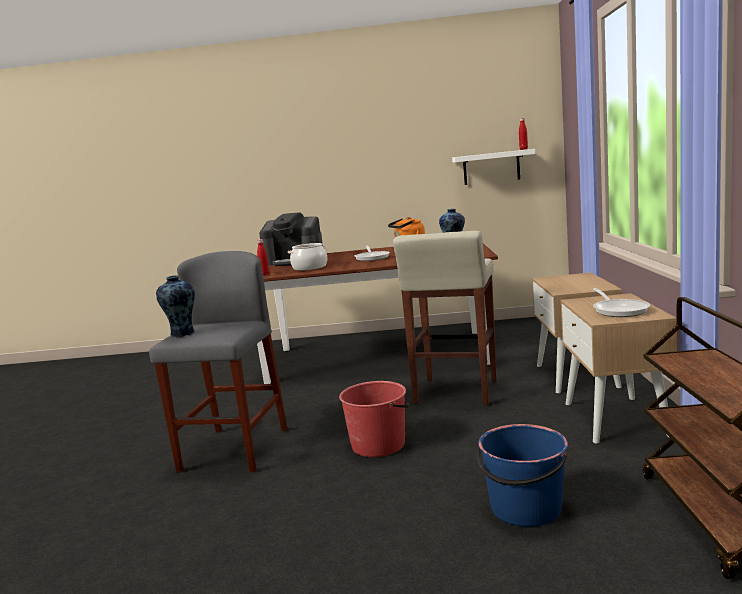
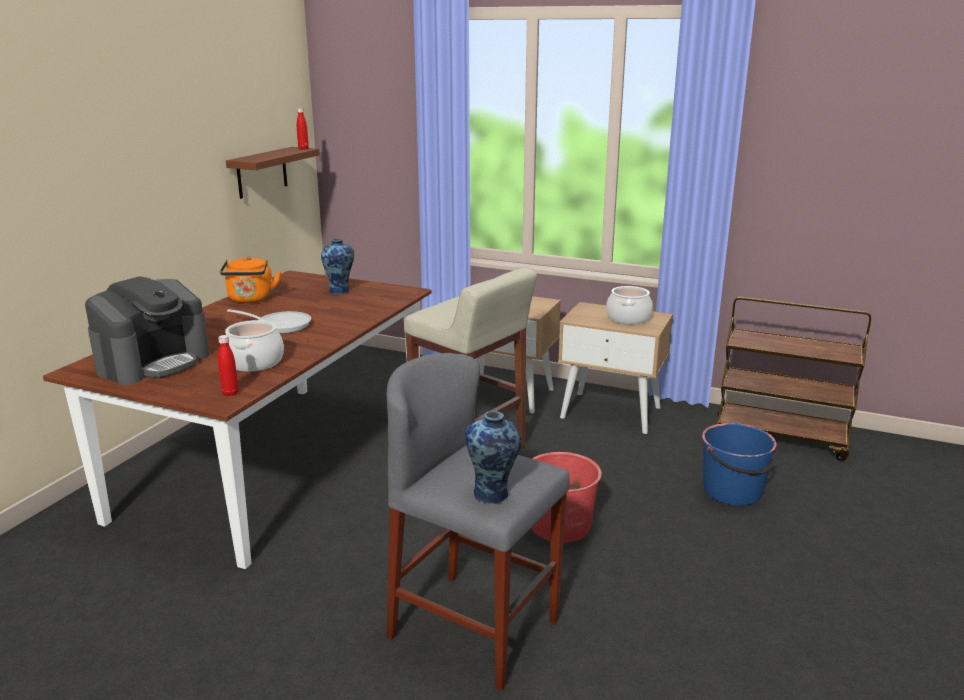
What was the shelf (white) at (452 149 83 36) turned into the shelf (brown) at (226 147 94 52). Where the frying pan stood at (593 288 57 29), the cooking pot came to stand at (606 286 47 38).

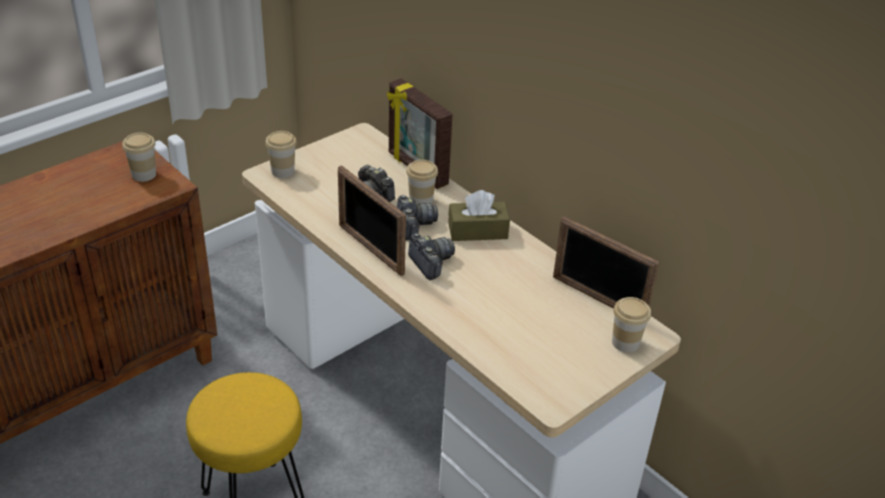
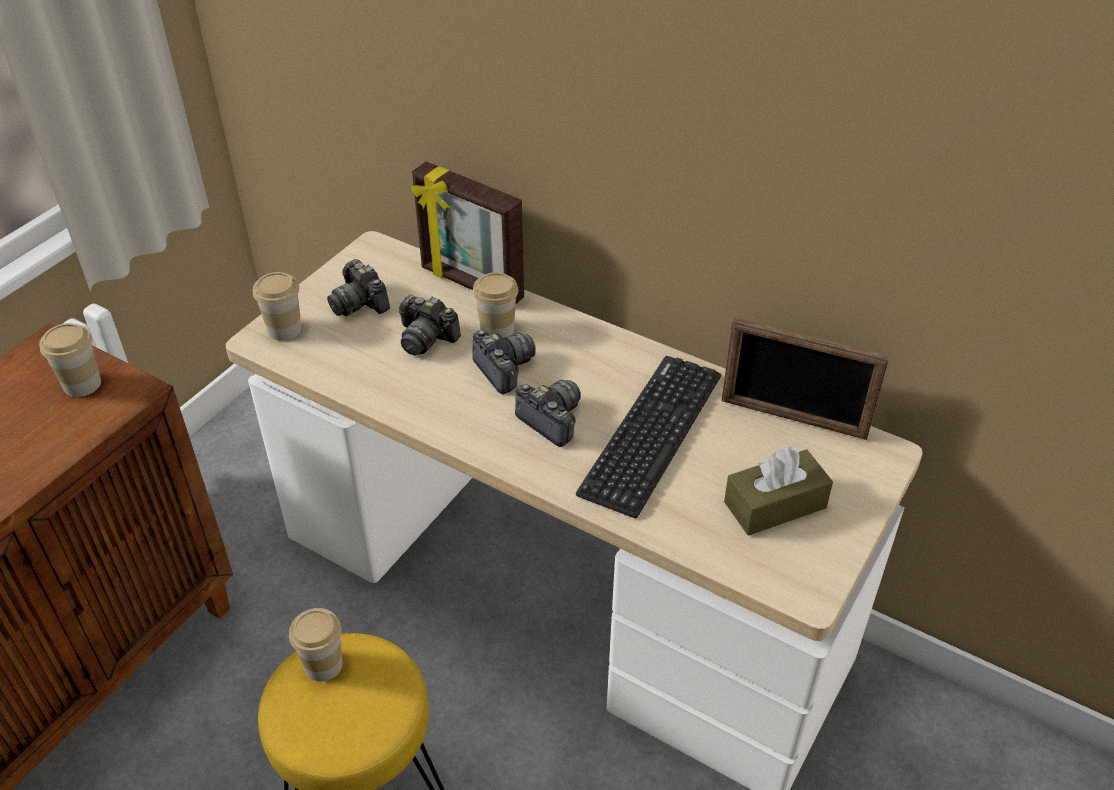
The second view lost the picture frame at (338 165 68 111). The tissue box (brown) ended up elsewhere, having gone from (448 190 62 51) to (724 446 109 89). The cup ended up elsewhere, having gone from (612 297 39 56) to (289 608 54 74). The second view gained the photo camera at (327 259 63 57). The second view gained the keyboard at (576 356 145 162).

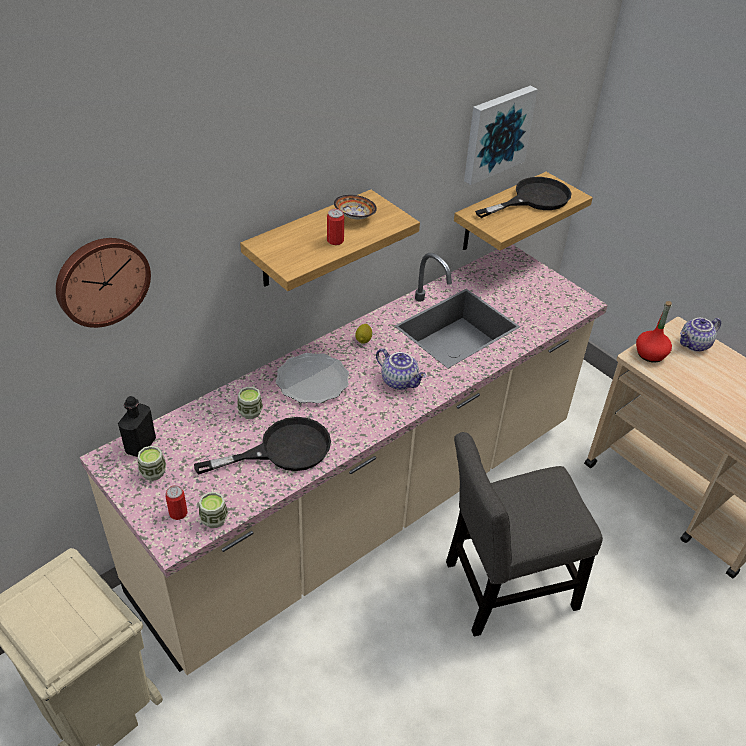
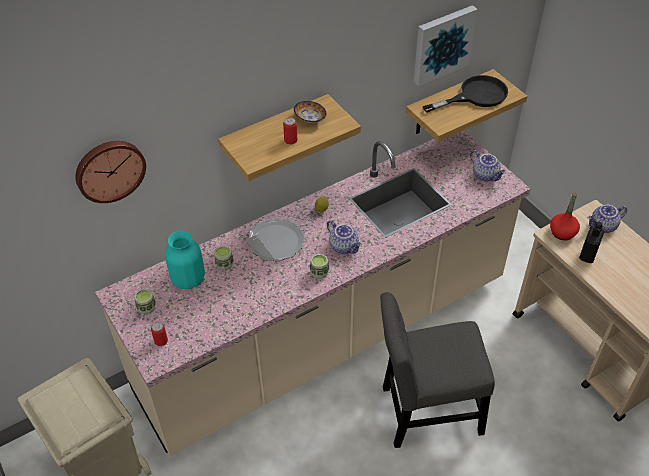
The bottle (black) ended up elsewhere, having gone from (118 396 38 61) to (579 221 26 42). The second view lost the frying pan (black) at (194 417 137 57). The cup ended up elsewhere, having gone from (199 492 29 36) to (310 254 20 25). The second view gained the vase (turquoise) at (165 231 40 58). The second view gained the teapot at (470 150 36 32).

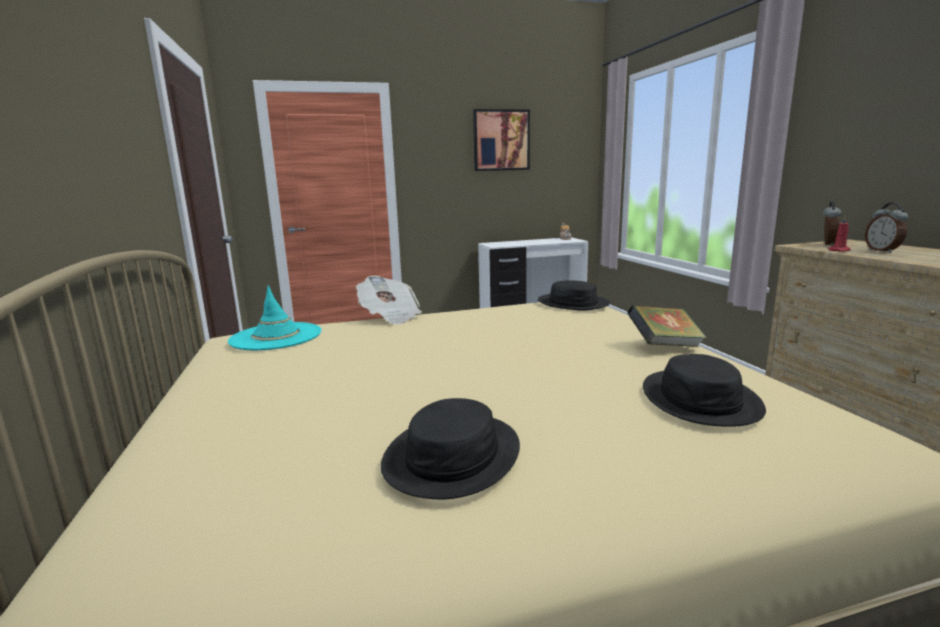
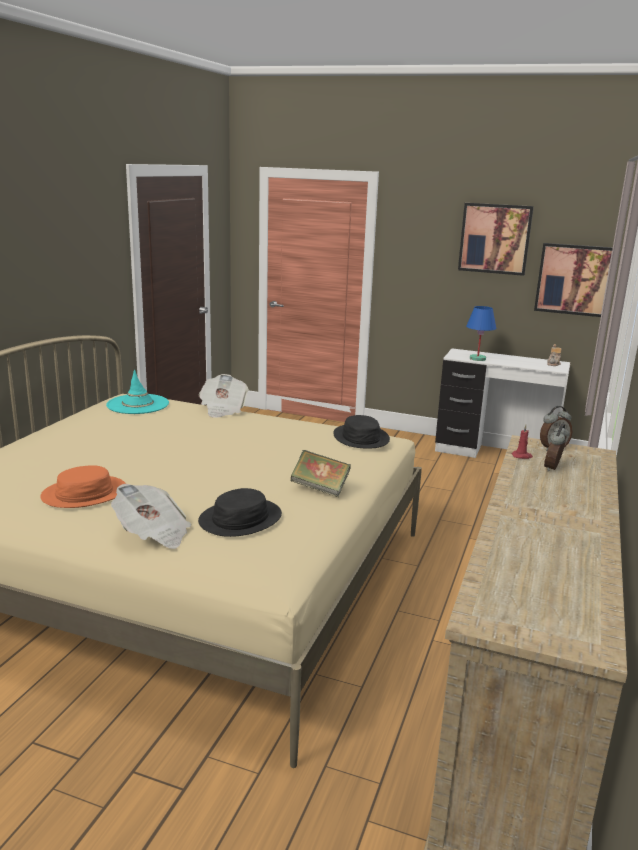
What was the hat (black) at (381 398 139 101) turned into the hat (orange) at (40 465 86 43). The second view gained the newspaper at (111 484 80 65). The second view gained the table lamp (blue) at (466 306 30 55). The second view gained the picture at (534 243 79 74).

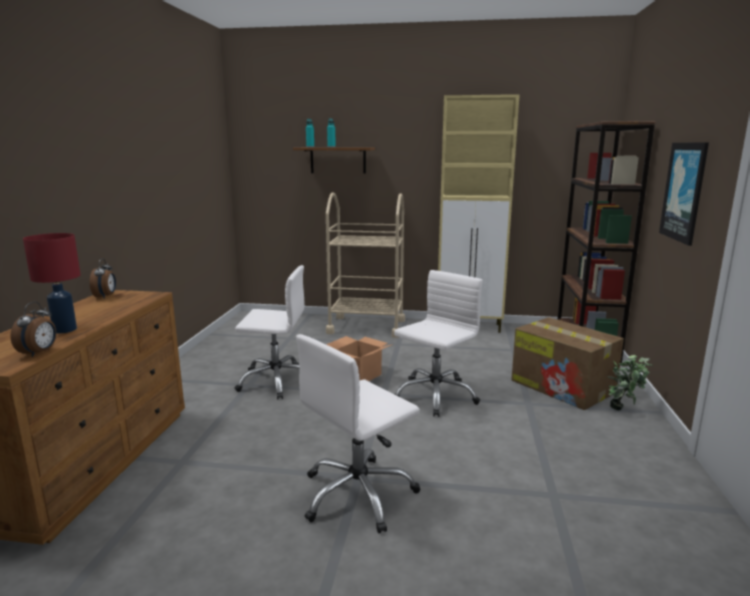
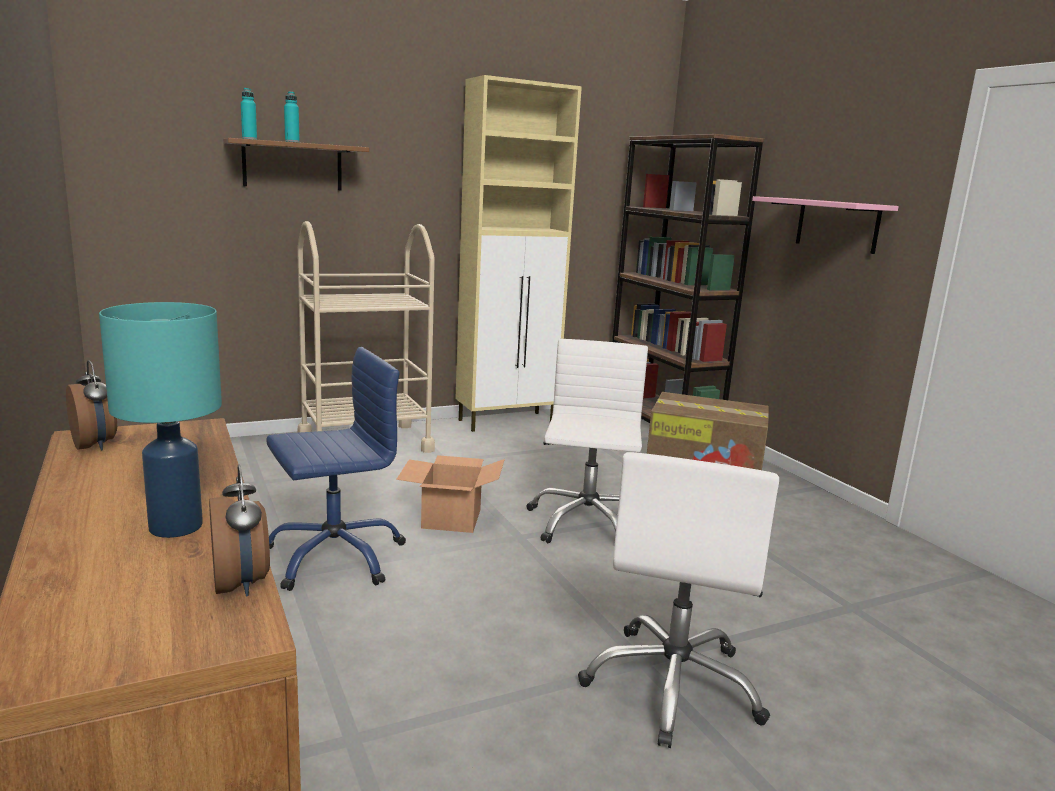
What was the table lamp (red) at (23 233 58 100) turned into the table lamp (turquoise) at (99 302 123 236). What was the office chair (white) at (235 265 69 135) turned into the office chair (blue) at (266 347 140 244). The second view lost the potted plant at (607 355 46 56). Where the picture hung at (659 142 50 104), the shelf (pink) came to hang at (752 196 147 58).

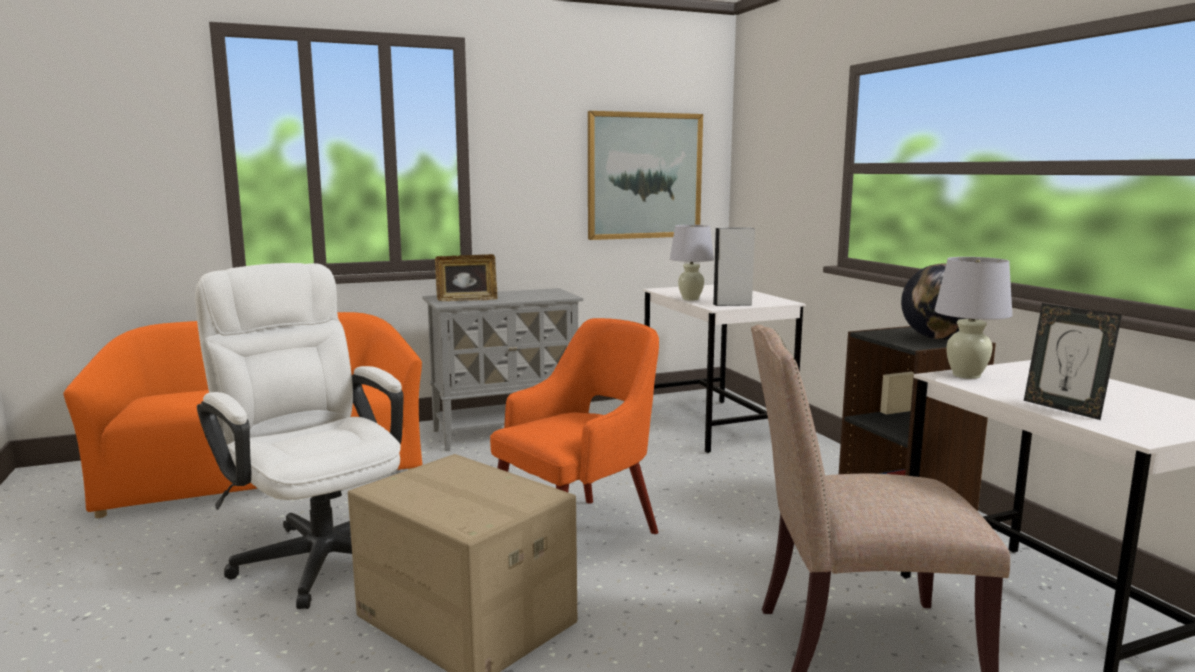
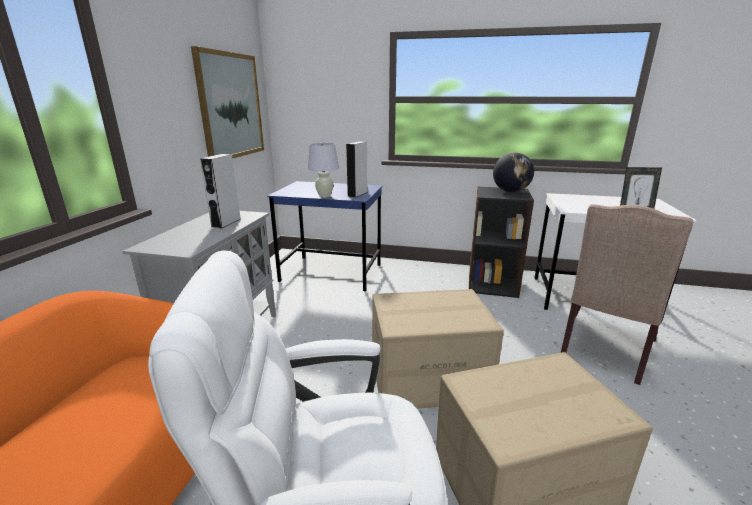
The second view lost the picture frame at (435 254 63 47). Where the armchair (orange) stood at (490 318 169 216), the cardboard box came to stand at (372 289 132 120). What was the desk (white) at (643 285 163 168) turned into the desk (blue) at (267 181 115 110). The second view lost the table lamp (white) at (934 257 79 122). The second view gained the speaker (grey) at (200 154 41 74).

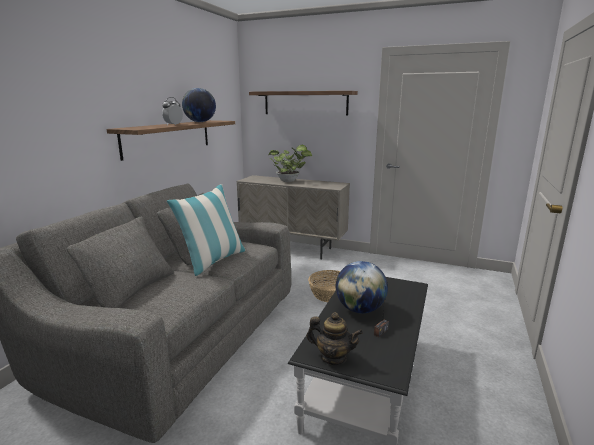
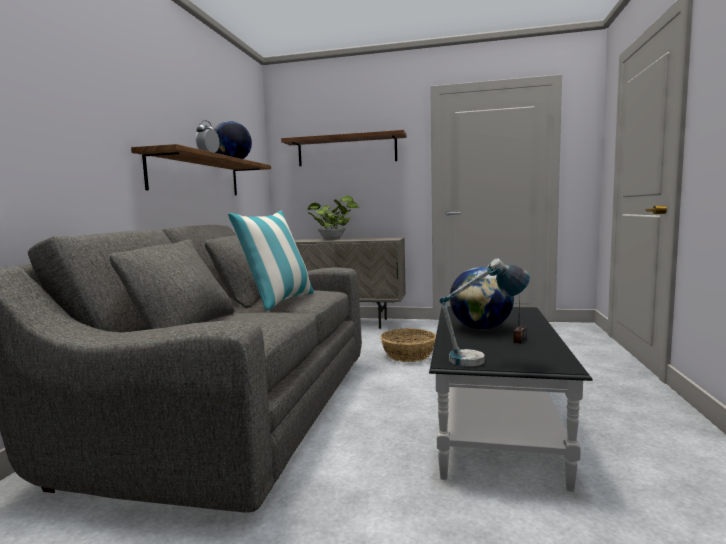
Where the teapot stood at (306 312 57 53), the table lamp came to stand at (440 259 90 108).

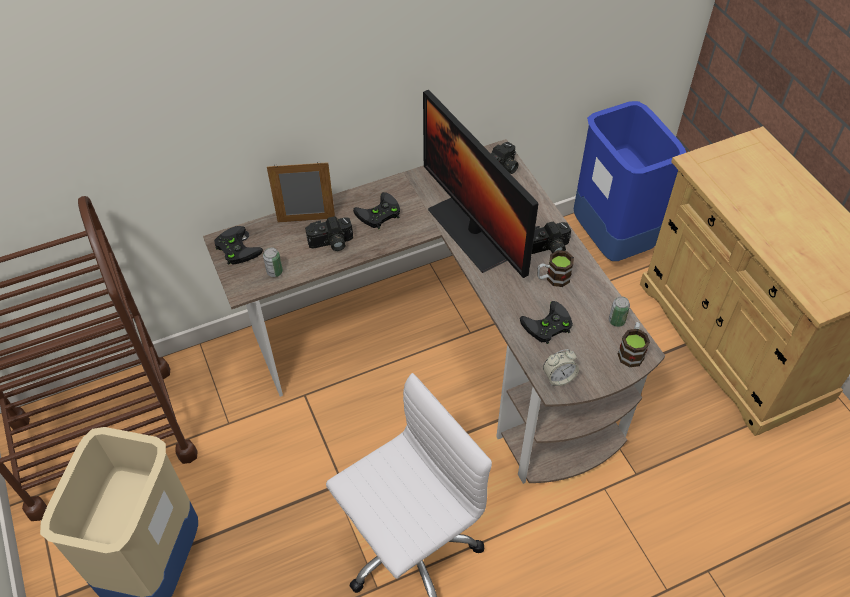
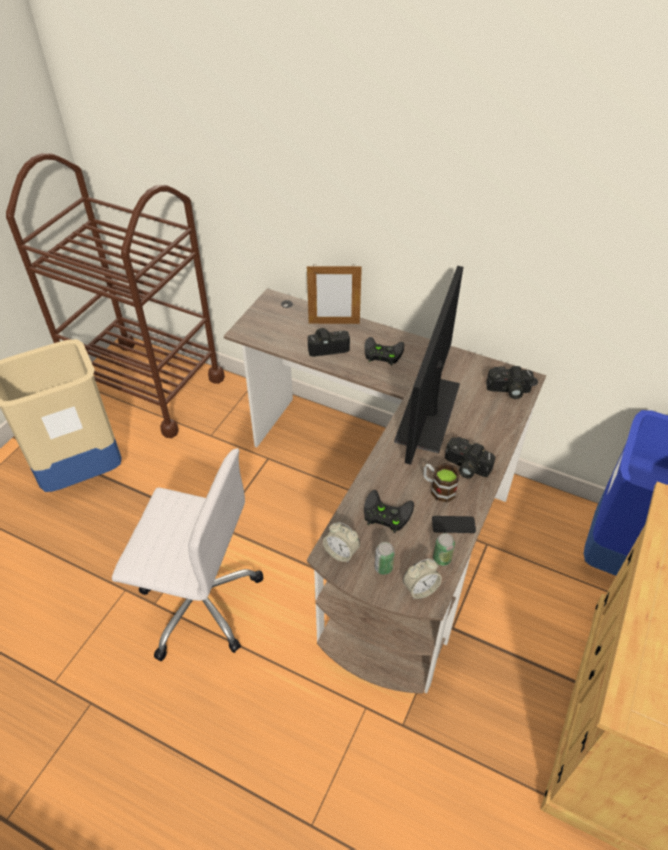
The second view lost the game controller (black) at (214 226 49 39). The can ended up elsewhere, having gone from (263 247 20 30) to (374 542 21 33). The picture frame at (267 162 68 61) ended up facing another way, 135 degrees clockwise from before. The photo camera at (305 216 48 35) ended up facing another way, 135 degrees clockwise from before. Where the mug stood at (618 322 32 46), the alarm clock came to stand at (403 559 39 40). The second view gained the phone at (432 516 44 17).

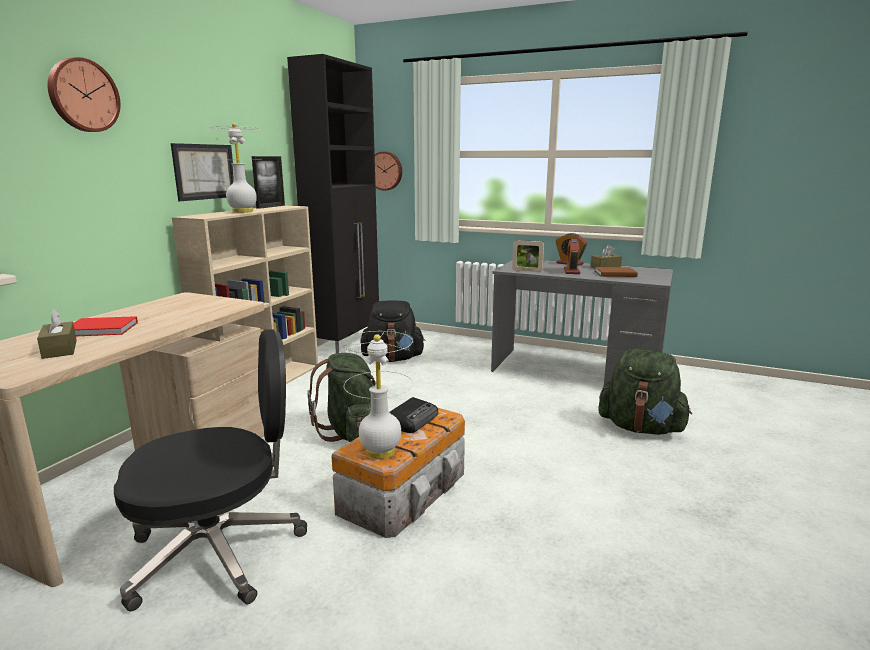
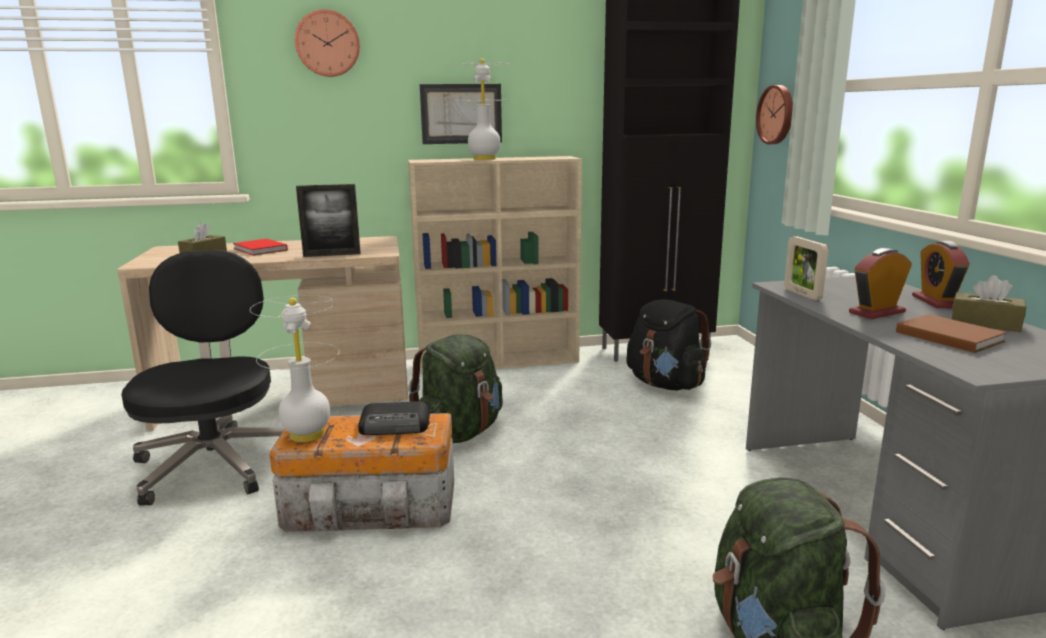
The office chair (black) at (114 329 193 282) ended up facing another way, 135 degrees counterclockwise from before. The picture frame ended up elsewhere, having gone from (252 156 33 53) to (296 184 65 73).

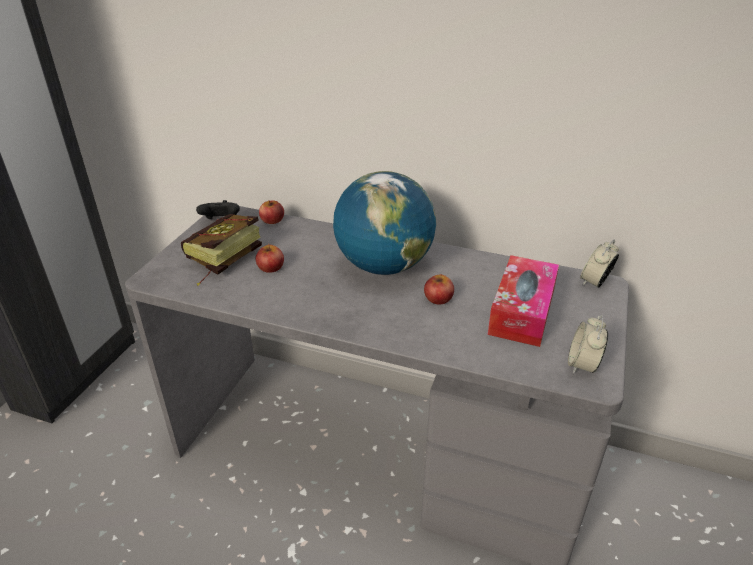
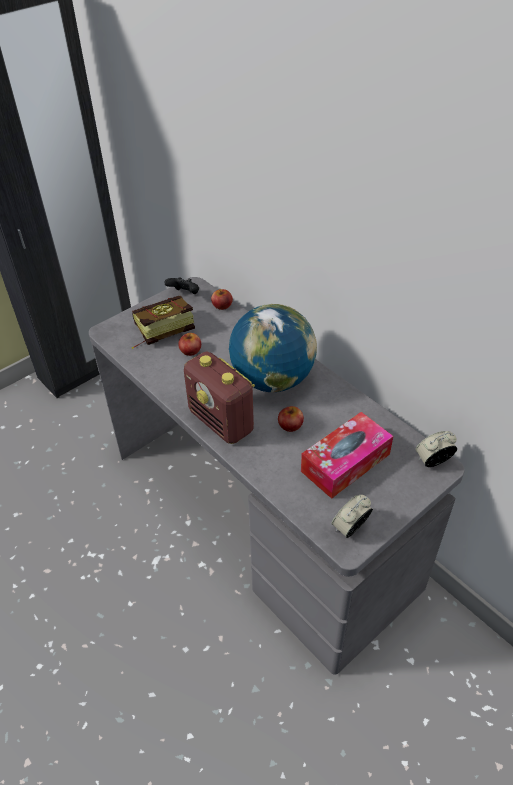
The second view gained the radio at (184 351 71 93).

